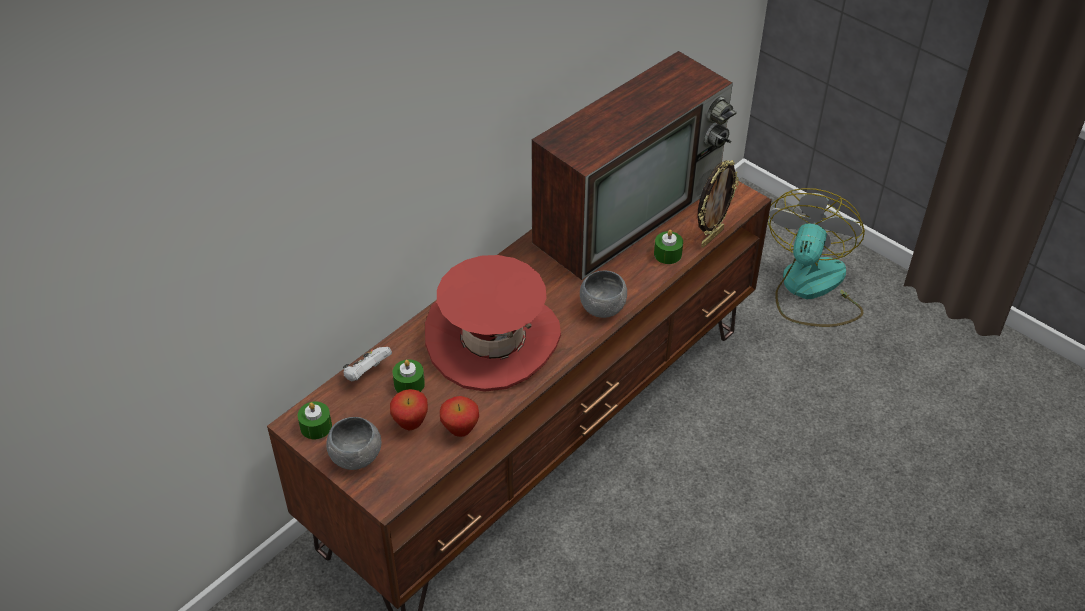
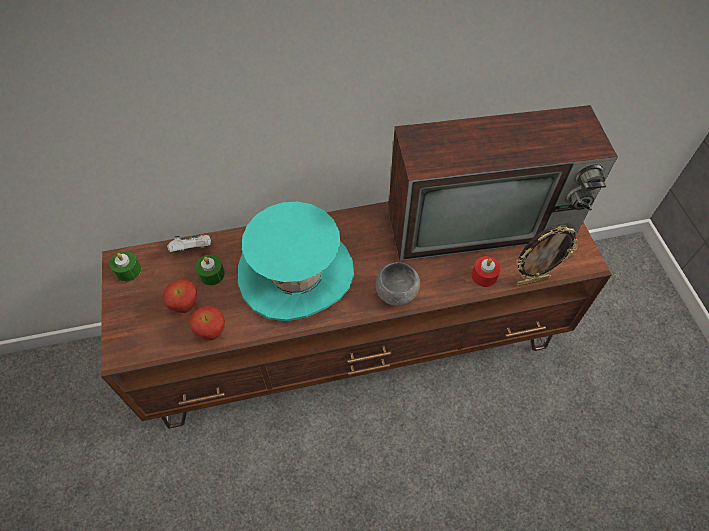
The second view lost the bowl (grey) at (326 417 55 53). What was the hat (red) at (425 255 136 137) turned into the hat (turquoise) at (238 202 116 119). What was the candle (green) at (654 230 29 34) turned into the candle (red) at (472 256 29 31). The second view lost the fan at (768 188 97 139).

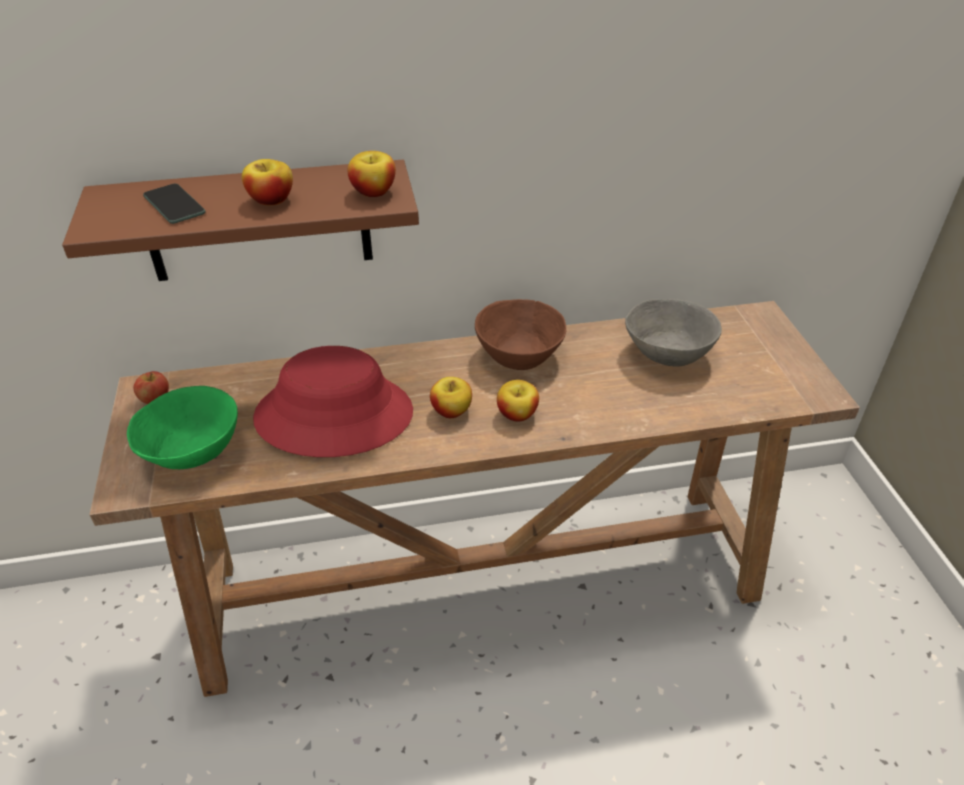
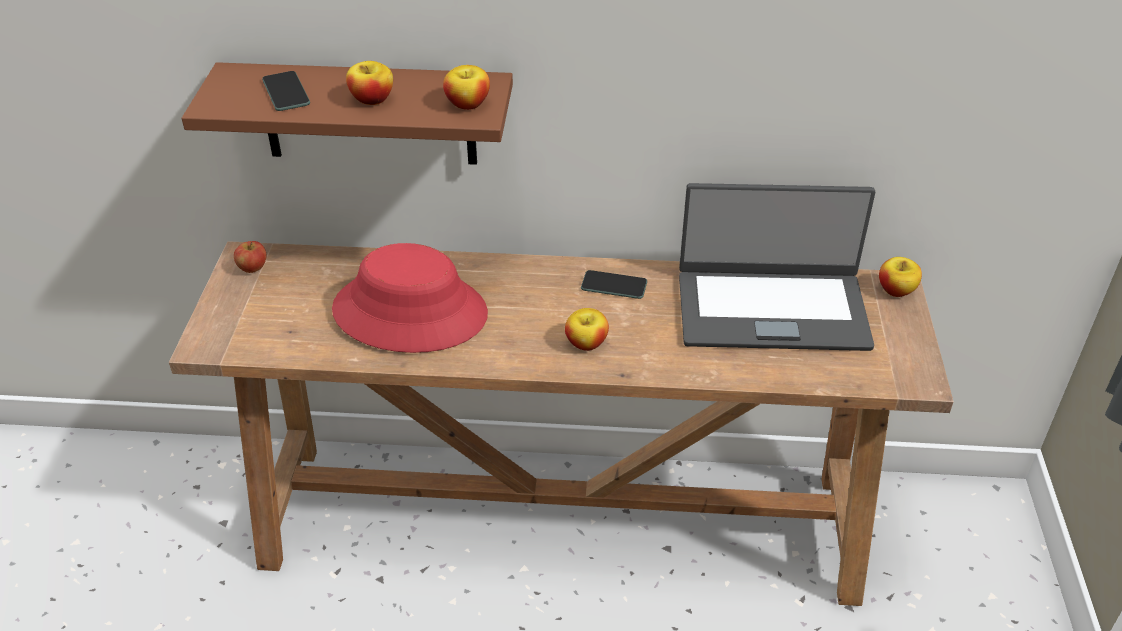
The second view lost the bowl (green) at (127 386 111 83). The apple ended up elsewhere, having gone from (430 377 42 41) to (879 257 43 40). Where the bowl (brown) stood at (475 299 91 71), the phone came to stand at (581 270 66 29). Where the bowl (grey) stood at (625 299 97 68), the laptop came to stand at (679 183 196 168).

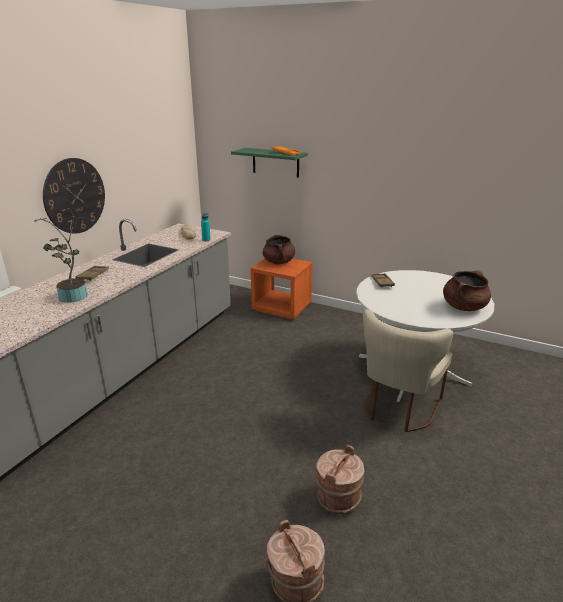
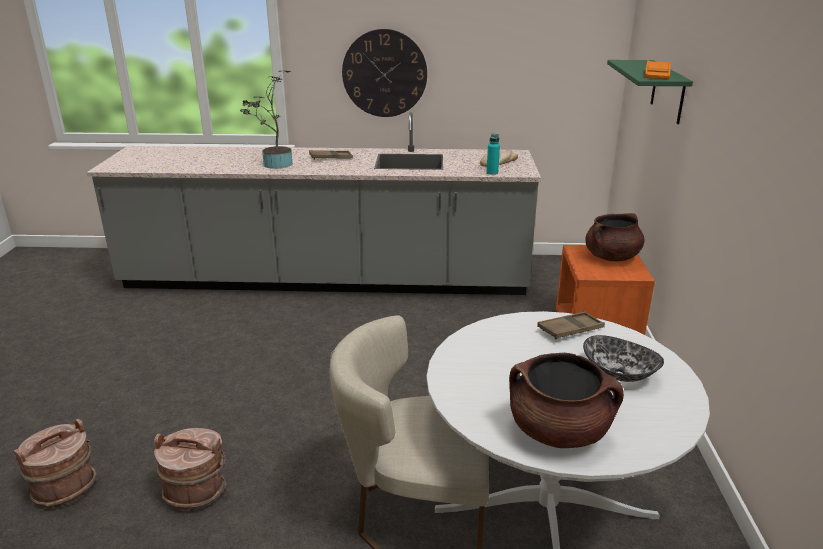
The second view gained the bowl at (583 335 81 47).

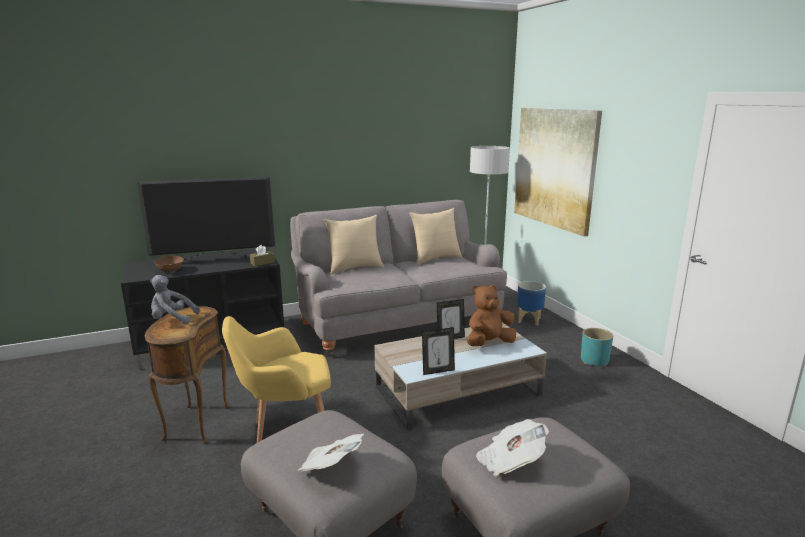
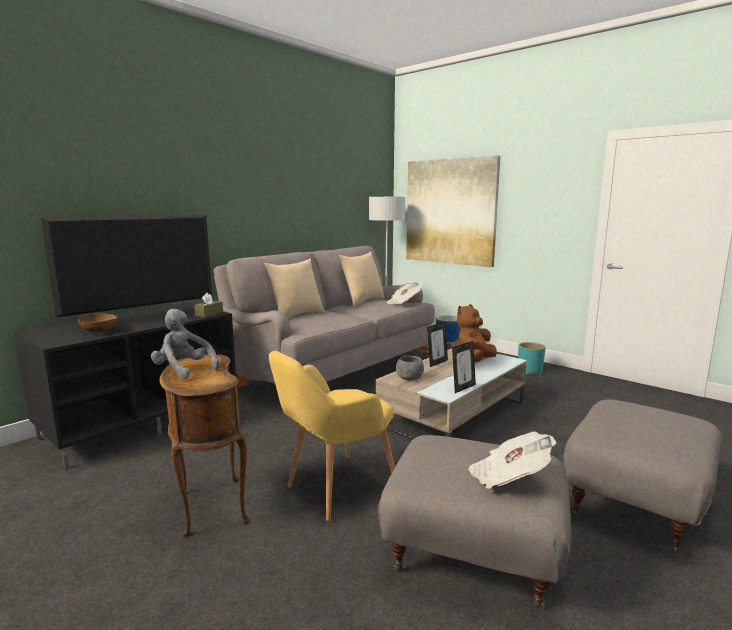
The plush toy (grey) at (150 275 50 50) ended up facing another way, 60 degrees clockwise from before. The newspaper ended up elsewhere, having gone from (476 419 73 57) to (386 282 35 22). The second view gained the bowl (grey) at (396 356 28 25).

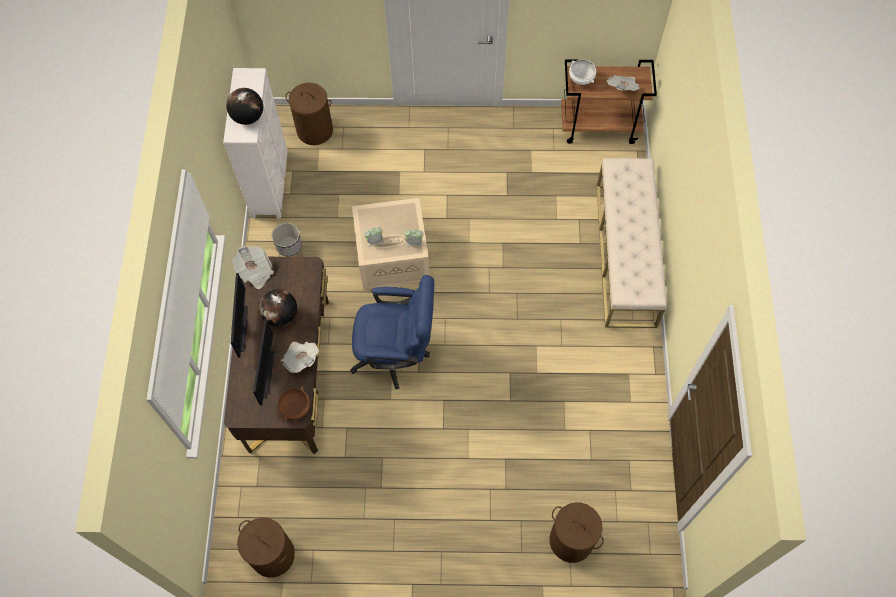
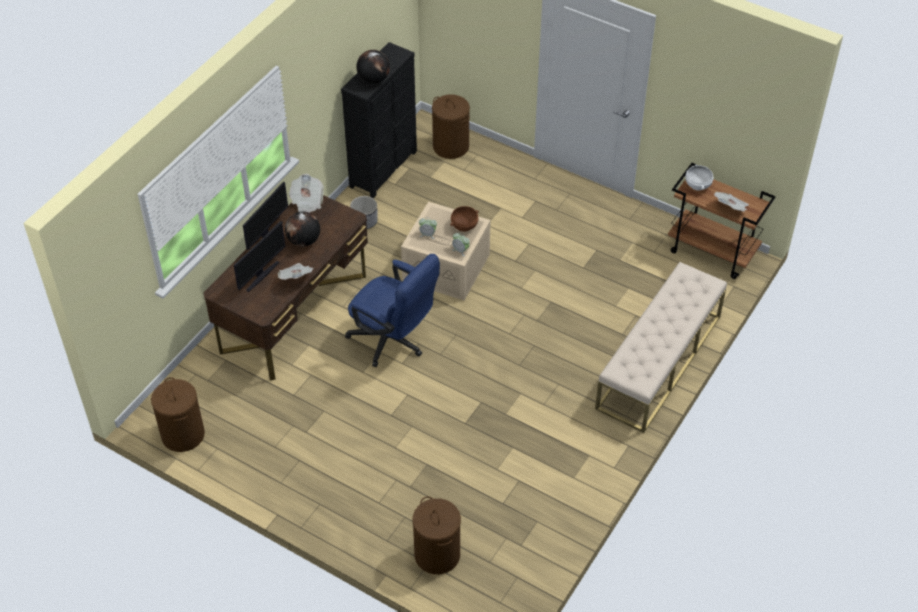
What was the dresser (white) at (223 68 65 150) turned into the dresser (black) at (341 42 76 156). The bowl (brown) ended up elsewhere, having gone from (278 387 32 34) to (450 206 29 26).

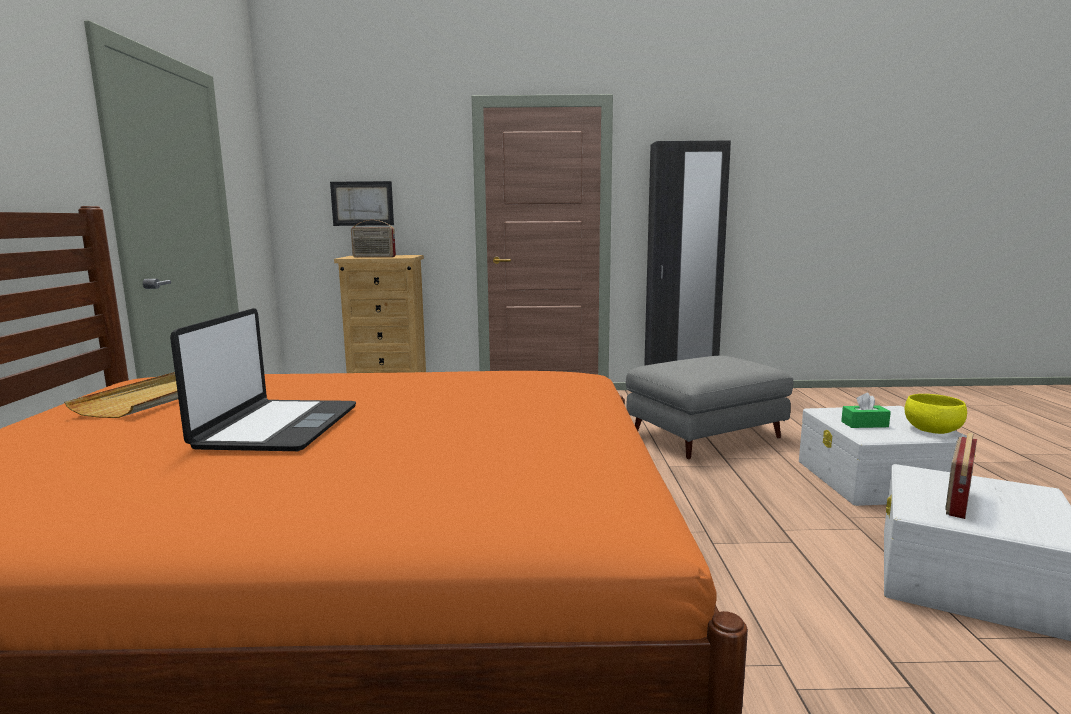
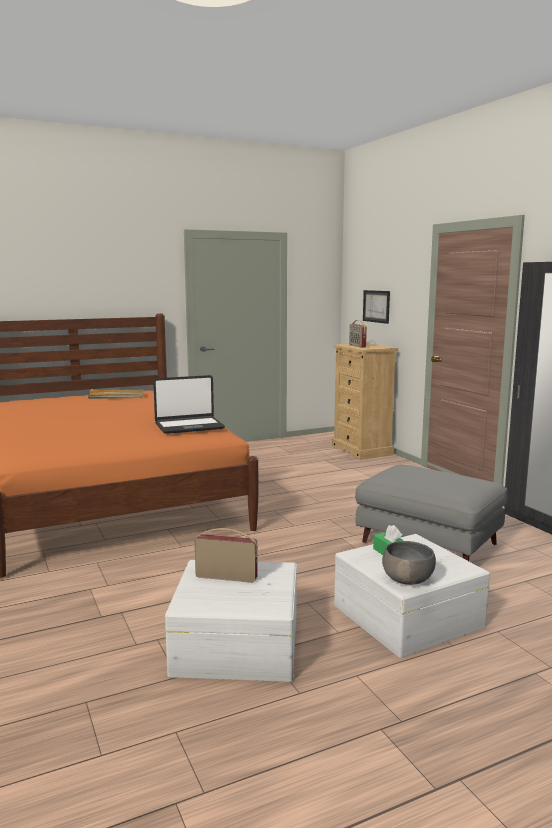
The laptop ended up elsewhere, having gone from (170 308 186 143) to (153 375 72 59). What was the bowl (yellow) at (904 394 63 40) turned into the bowl (grey) at (382 541 54 44).

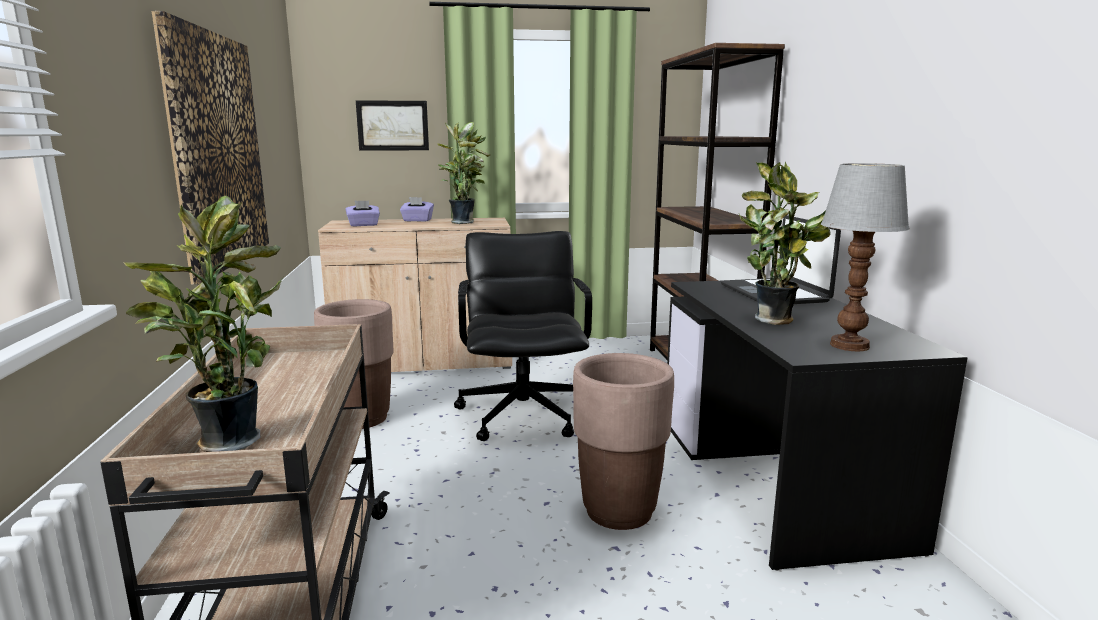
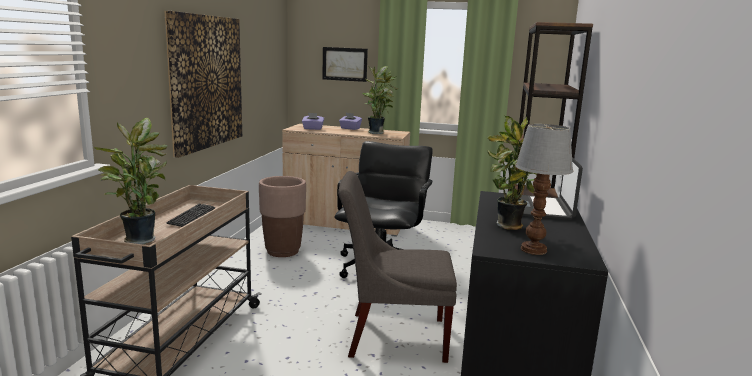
Where the planter (brown) stood at (573 353 101 177), the chair (grey) came to stand at (338 171 119 192). The second view gained the keyboard at (166 204 49 23).

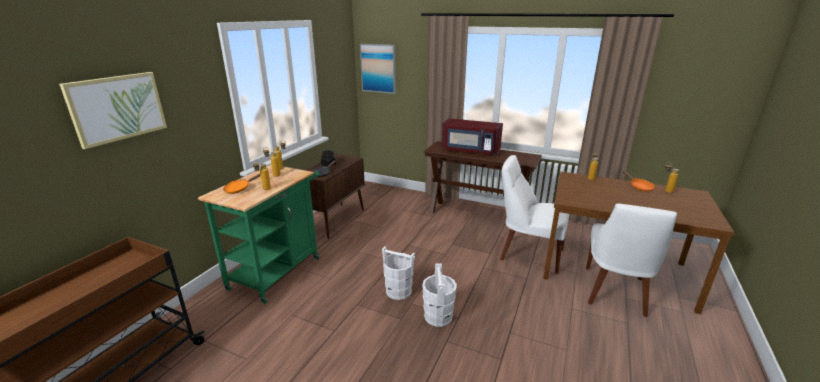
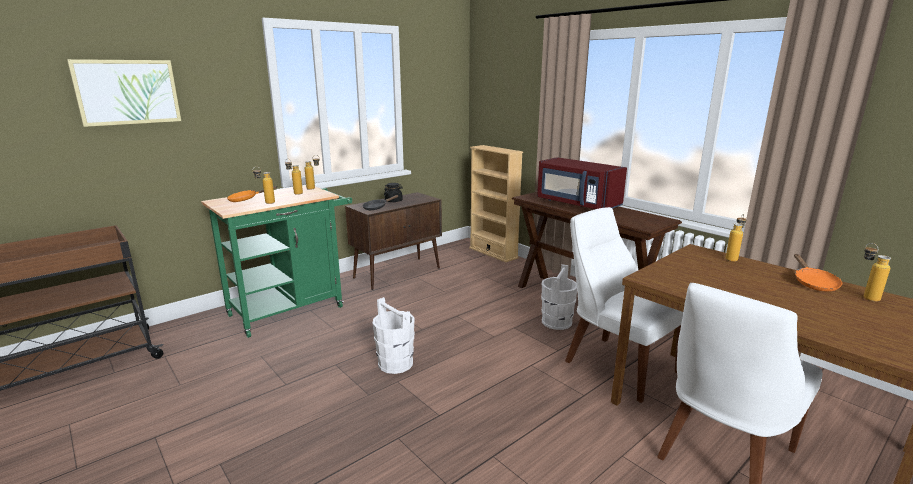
The second view lost the picture at (360 44 36 50). The bucket (white) ended up elsewhere, having gone from (422 264 35 63) to (541 264 36 66). The second view gained the bookcase (beige) at (469 145 54 117).

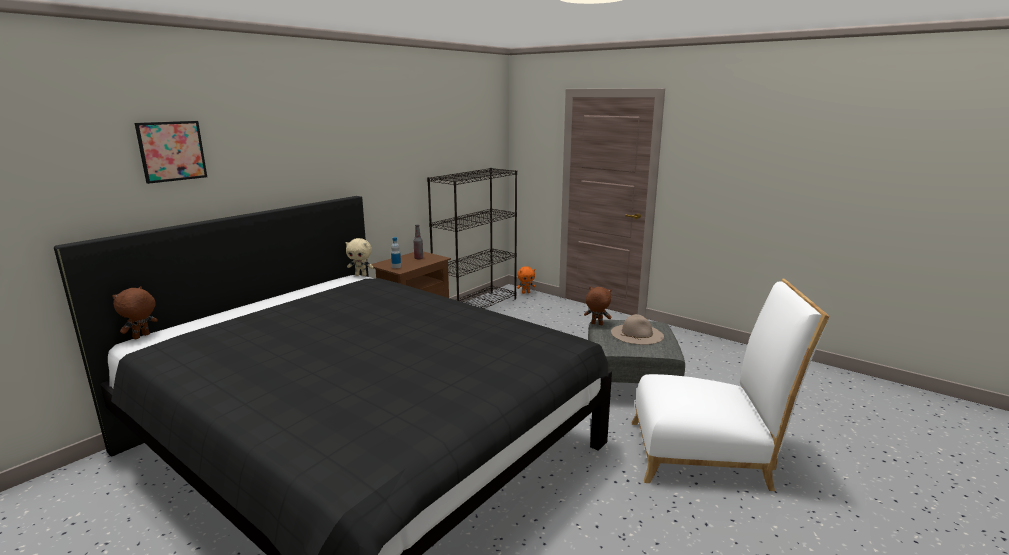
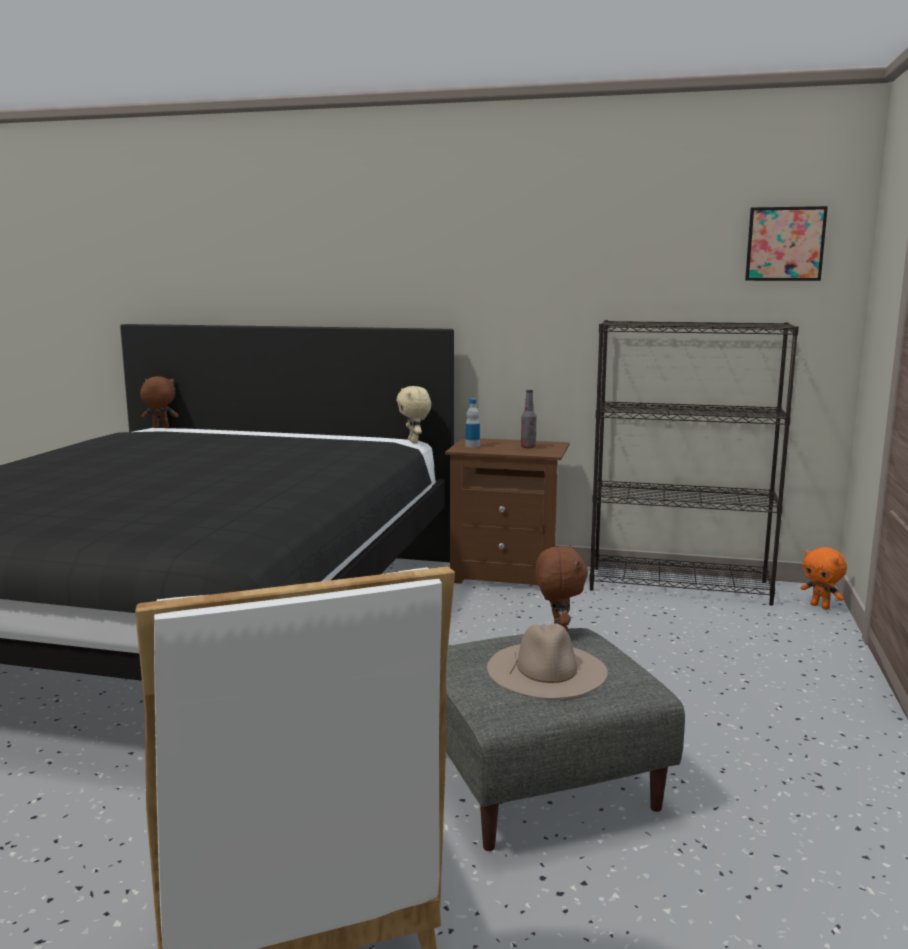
The picture ended up elsewhere, having gone from (135 121 72 63) to (745 206 83 75).

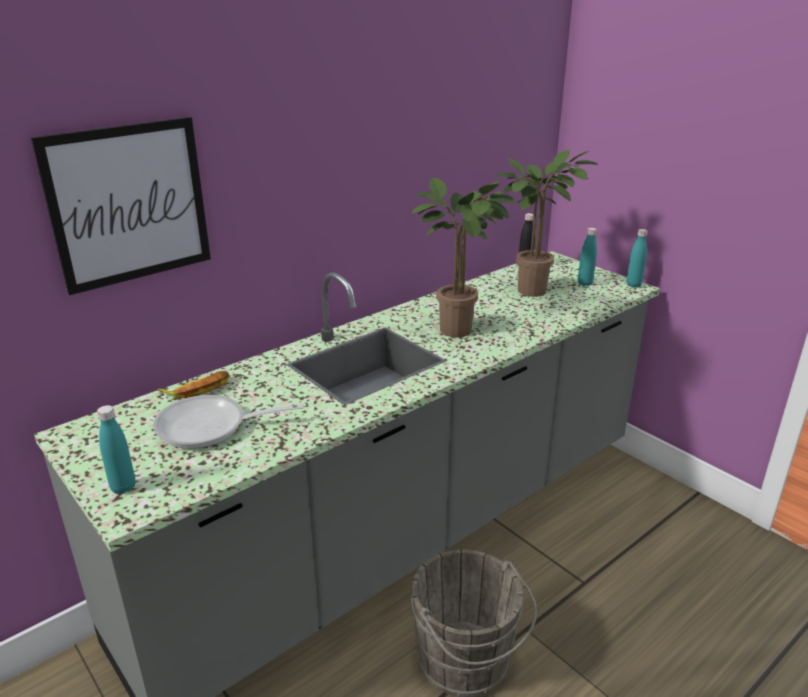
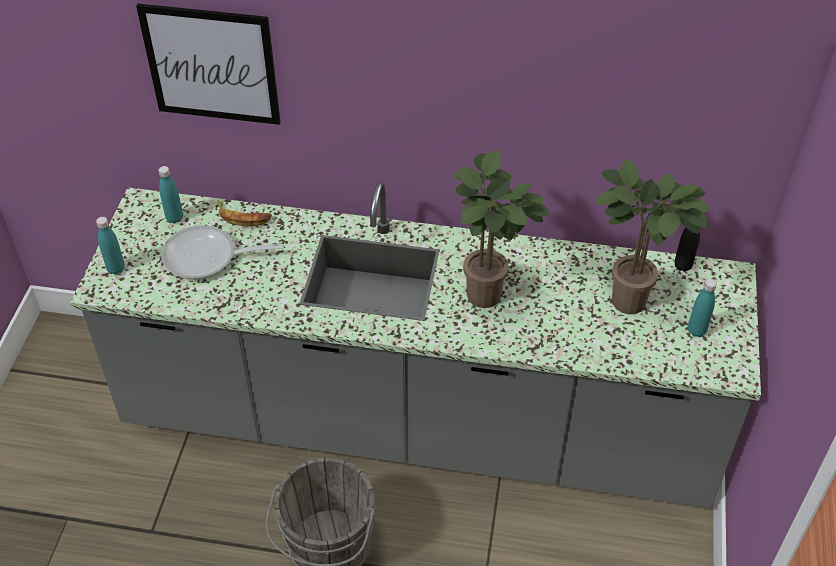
The frying pan at (153 395 151 54) ended up facing another way, 45 degrees counterclockwise from before. The bottle (turquoise) ended up elsewhere, having gone from (626 229 22 59) to (158 166 25 57).

